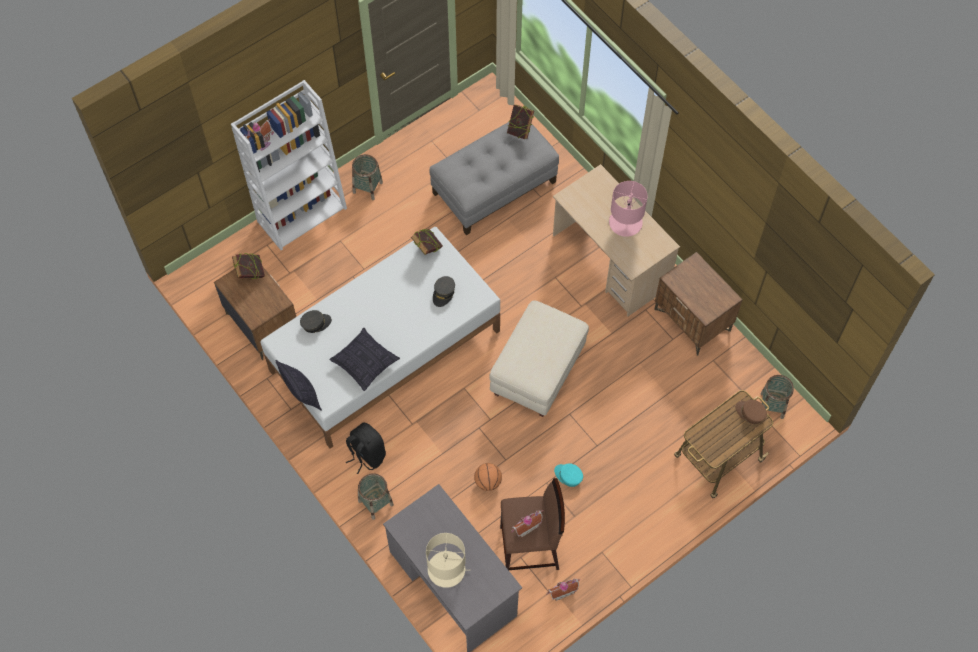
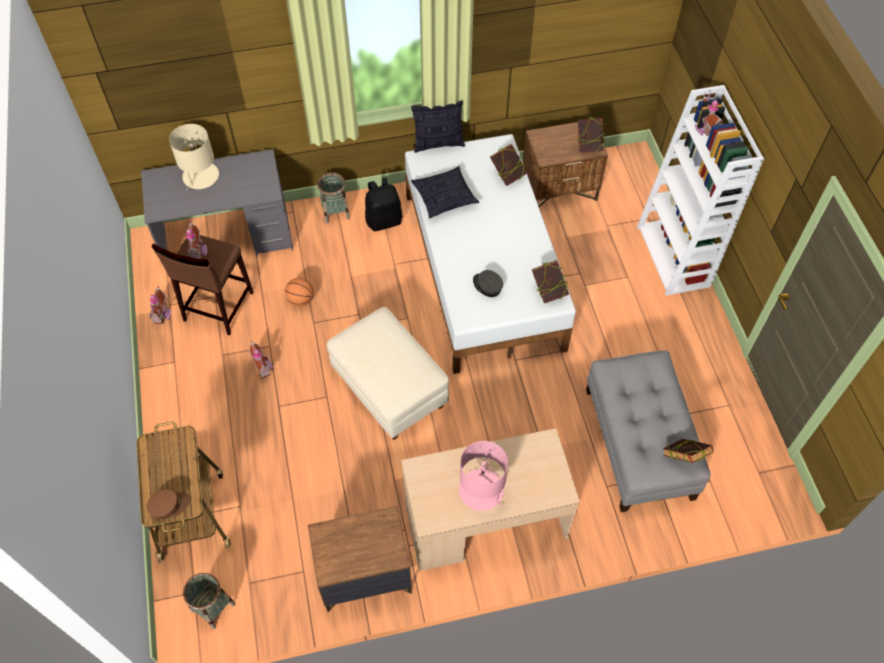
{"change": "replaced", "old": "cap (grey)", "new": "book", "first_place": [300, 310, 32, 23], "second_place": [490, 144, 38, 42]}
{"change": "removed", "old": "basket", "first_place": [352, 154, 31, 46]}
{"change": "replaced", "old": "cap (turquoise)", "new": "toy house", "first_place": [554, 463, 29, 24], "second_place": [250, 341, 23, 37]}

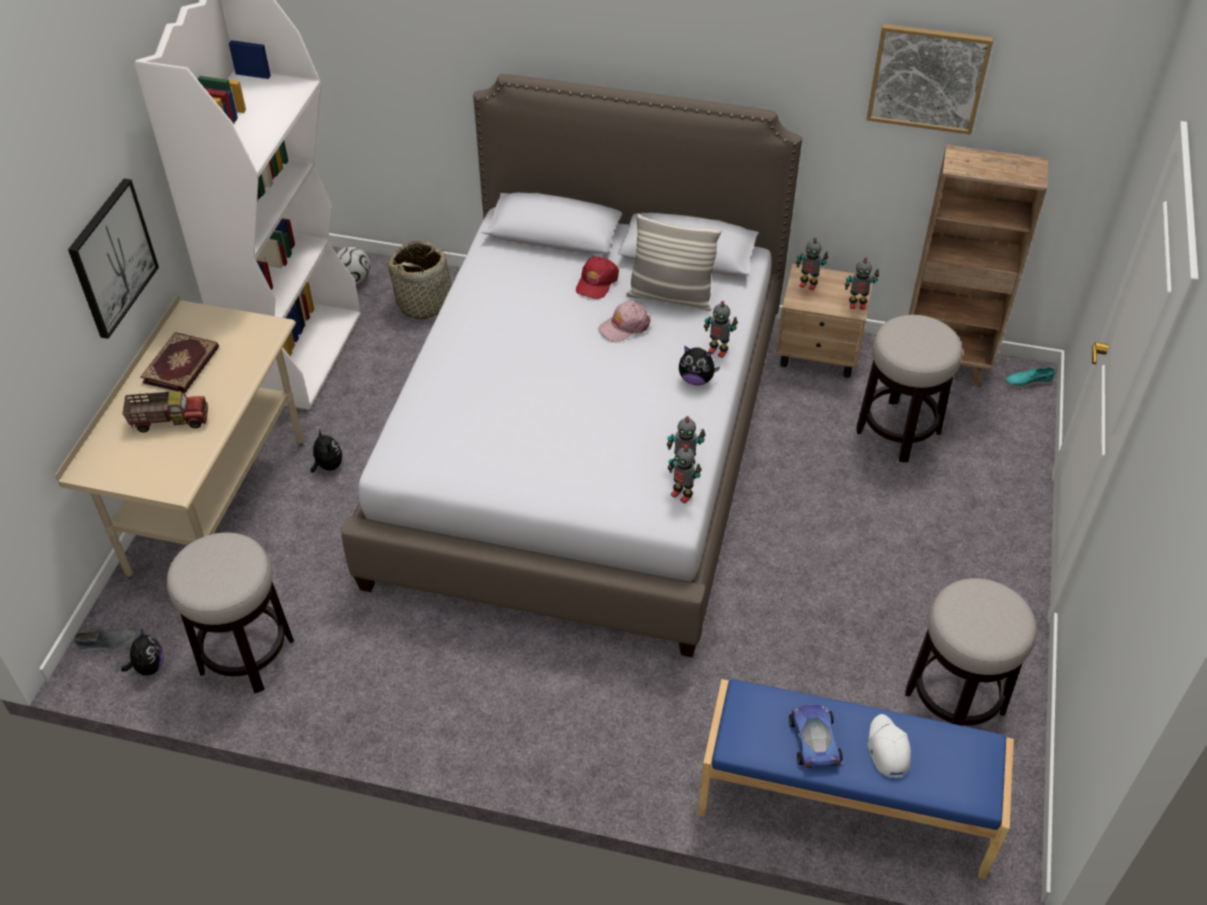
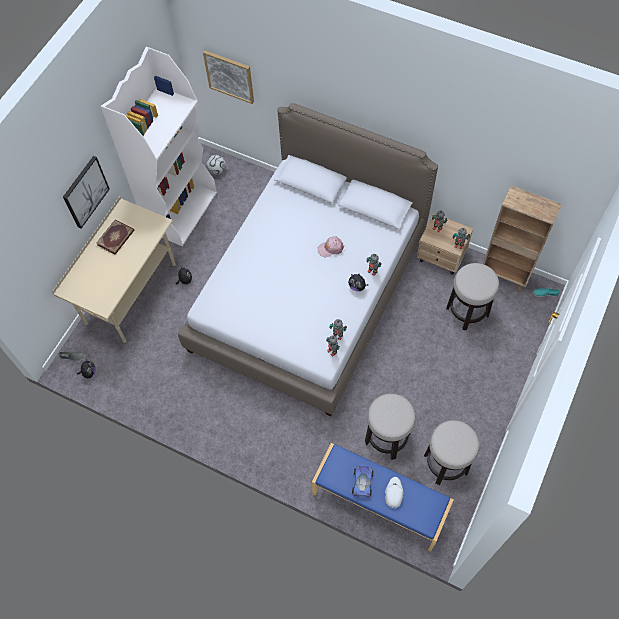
{"change": "removed", "old": "toy truck", "first_place": [122, 391, 86, 42]}
{"change": "moved", "old": "stool", "first_place": [167, 532, 127, 161], "second_place": [365, 393, 51, 67]}
{"change": "removed", "old": "basket", "first_place": [388, 240, 71, 79]}
{"change": "removed", "old": "cap (red)", "first_place": [576, 257, 43, 42]}
{"change": "removed", "old": "pillow", "first_place": [626, 214, 96, 97]}
{"change": "moved", "old": "picture", "first_place": [866, 24, 127, 111], "second_place": [203, 50, 51, 54]}

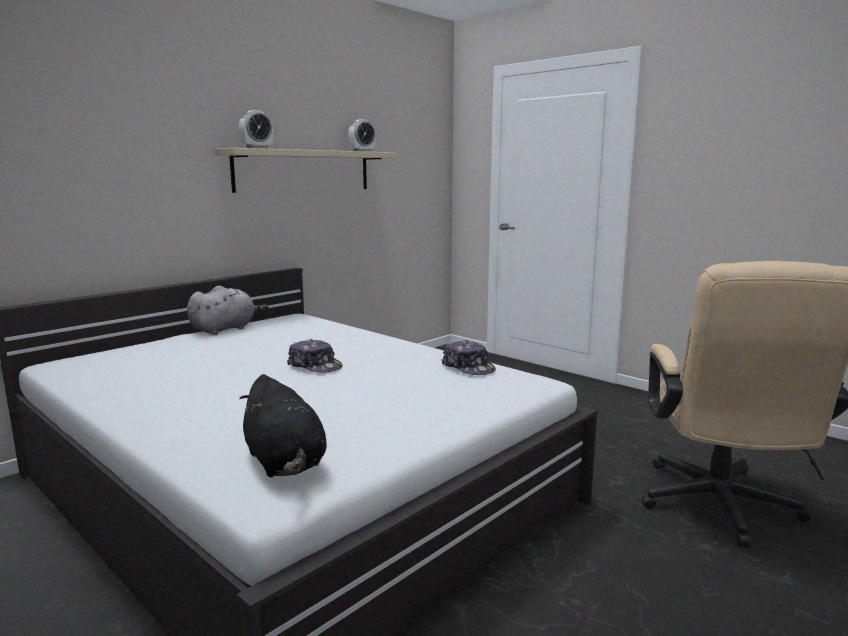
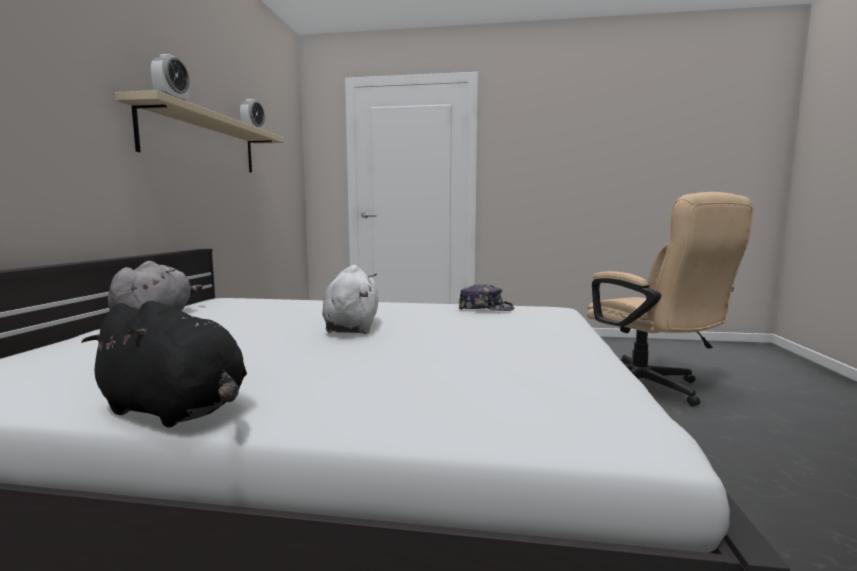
{"change": "moved", "old": "plush toy (black)", "first_place": [239, 374, 88, 104], "second_place": [81, 301, 166, 126]}
{"change": "replaced", "old": "cap", "new": "plush toy (white)", "first_place": [287, 339, 56, 34], "second_place": [322, 265, 56, 69]}

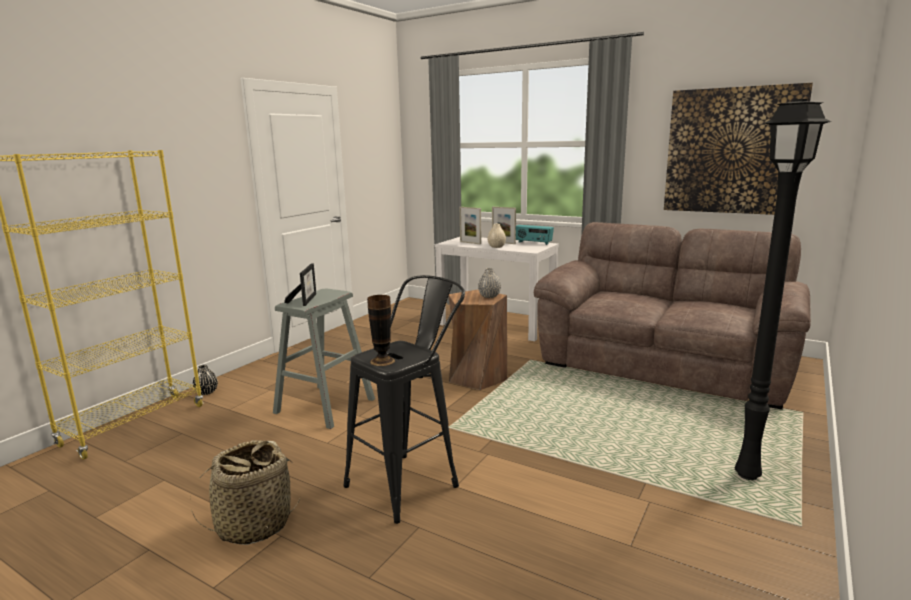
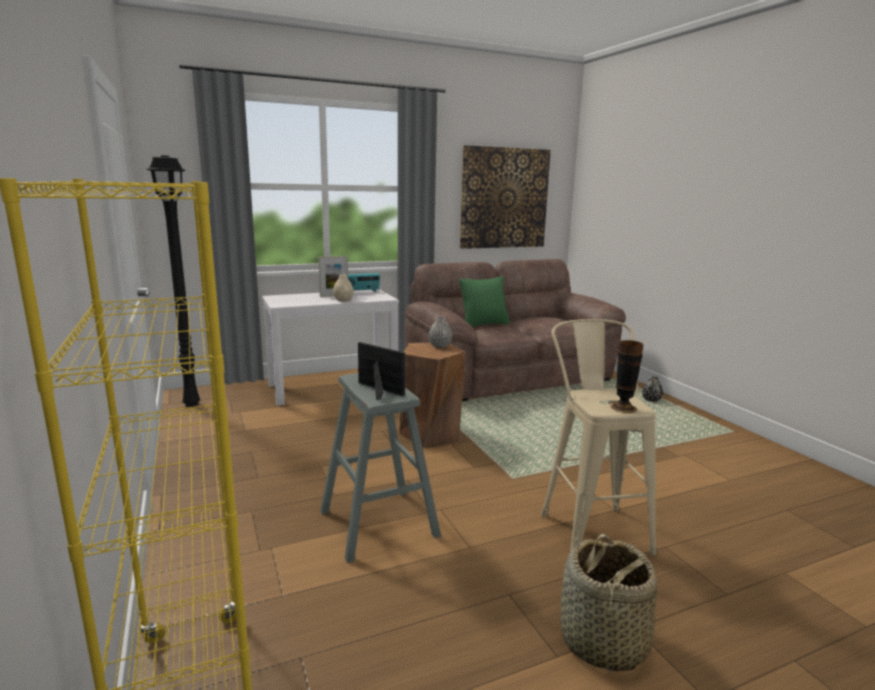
{"change": "moved", "old": "vase (black)", "first_place": [193, 365, 25, 30], "second_place": [642, 376, 21, 26]}
{"change": "recoloured", "old": "stool (black)", "new": "stool (beige)", "first_place": [344, 275, 121, 249], "second_place": [541, 319, 116, 237]}
{"change": "removed", "old": "picture frame", "first_place": [460, 207, 21, 37]}
{"change": "moved", "old": "floor lamp (black)", "first_place": [735, 99, 96, 381], "second_place": [146, 156, 54, 251]}
{"change": "added", "new": "pillow (green)", "second_place": [459, 276, 51, 51]}

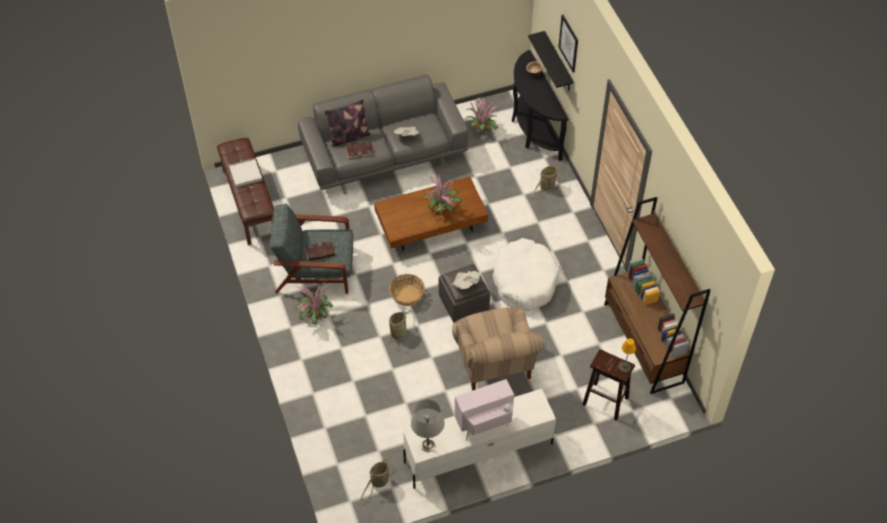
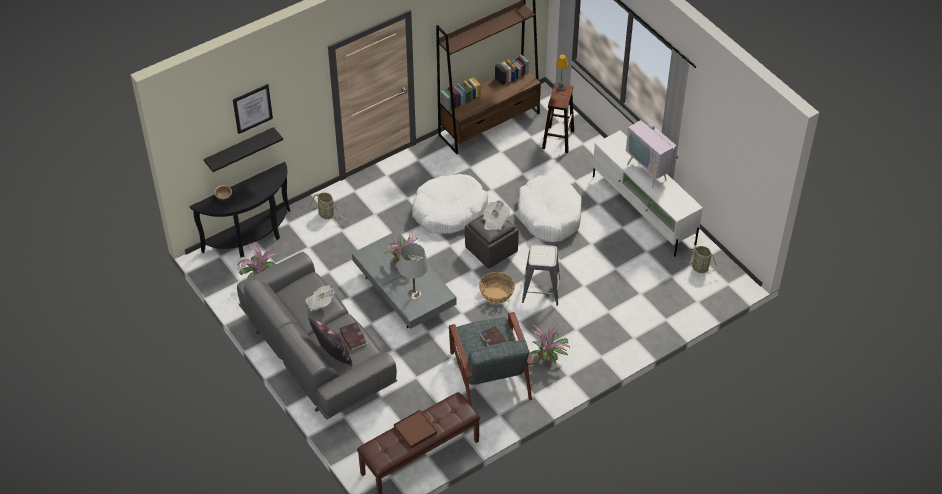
{"change": "recoloured", "old": "tray (white)", "new": "tray (brown)", "first_place": [229, 158, 33, 29], "second_place": [394, 410, 43, 38]}
{"change": "recoloured", "old": "coffee table (brown)", "new": "coffee table (grey)", "first_place": [374, 176, 114, 75], "second_place": [352, 230, 105, 99]}
{"change": "replaced", "old": "basket", "new": "stool (grey)", "first_place": [388, 311, 23, 36], "second_place": [522, 244, 38, 62]}
{"change": "moved", "old": "table lamp (grey)", "first_place": [411, 399, 34, 53], "second_place": [398, 243, 31, 56]}
{"change": "replaced", "old": "armchair (beige)", "new": "dog bed (white)", "first_place": [452, 308, 91, 83], "second_place": [518, 175, 64, 67]}

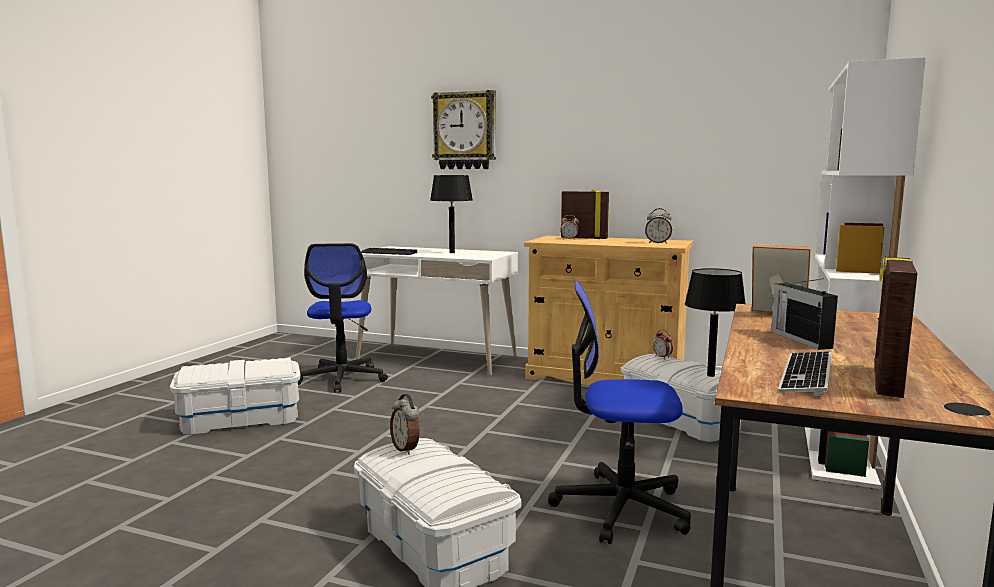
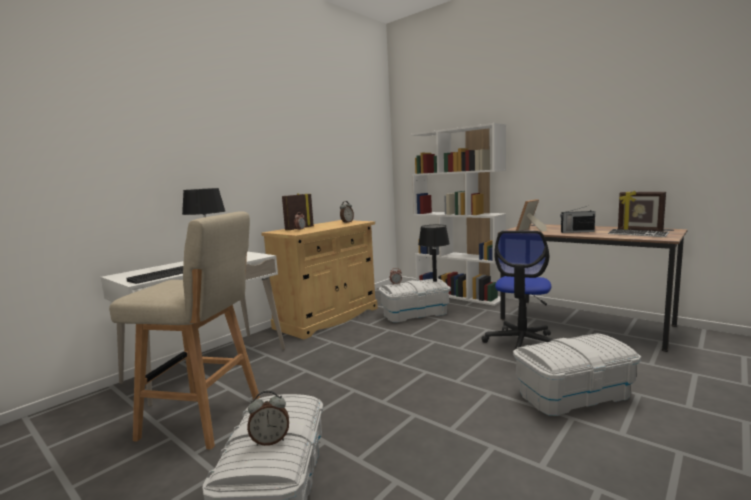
{"change": "replaced", "old": "office chair", "new": "stool (beige)", "first_place": [298, 243, 90, 150], "second_place": [109, 211, 151, 239]}
{"change": "moved", "old": "alarm clock", "first_place": [390, 394, 30, 61], "second_place": [247, 390, 42, 56]}
{"change": "removed", "old": "wall clock", "first_place": [431, 90, 65, 79]}

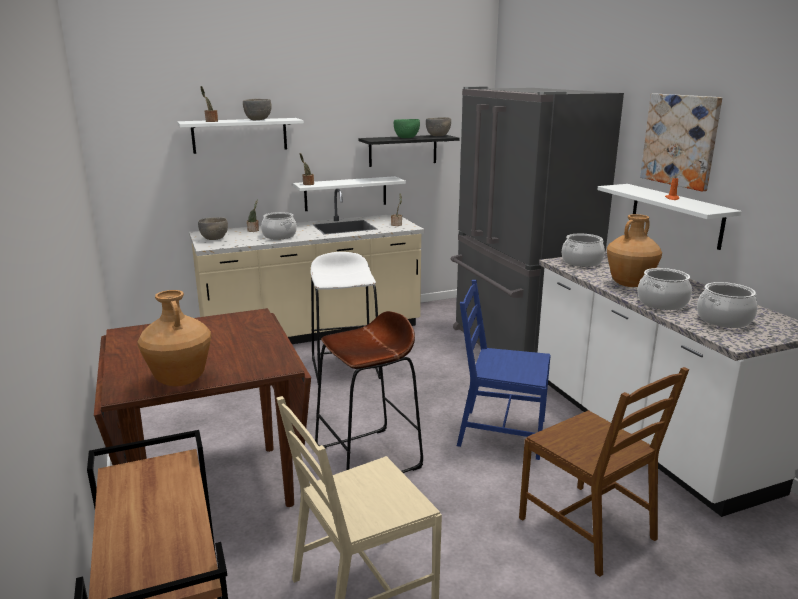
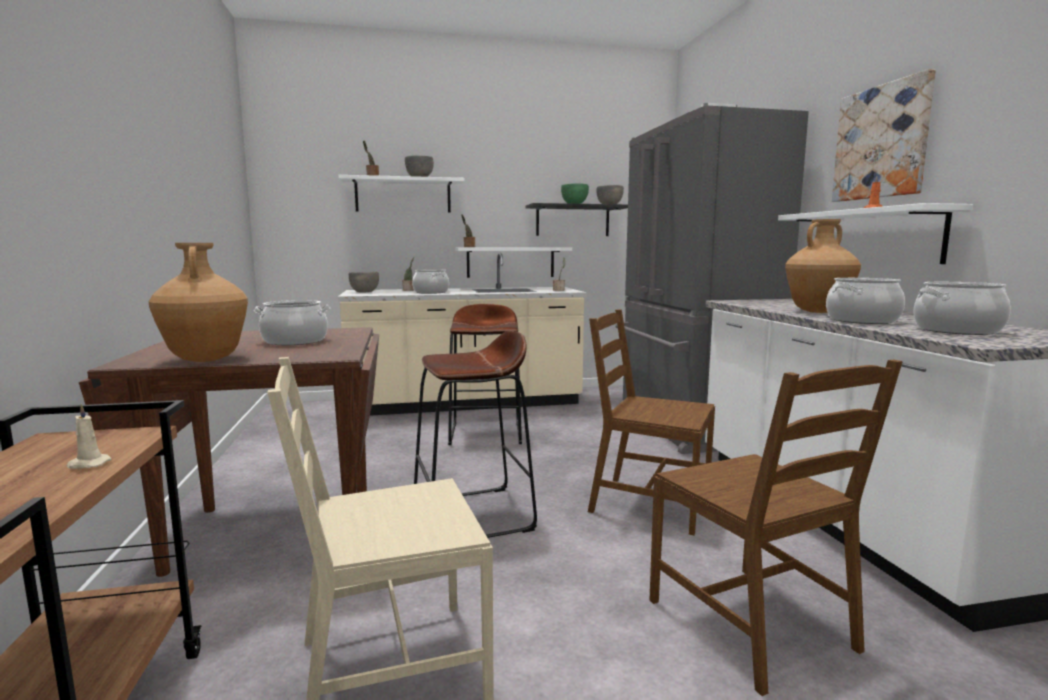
{"change": "recoloured", "old": "stool (white)", "new": "stool (brown)", "first_place": [311, 252, 70, 131], "second_place": [448, 304, 74, 141]}
{"change": "recoloured", "old": "chair (blue)", "new": "chair (brown)", "first_place": [457, 280, 94, 180], "second_place": [588, 310, 127, 225]}
{"change": "moved", "old": "cooking pot", "first_place": [562, 234, 43, 33], "second_place": [254, 300, 77, 45]}
{"change": "added", "new": "candle (beige)", "second_place": [66, 404, 45, 65]}

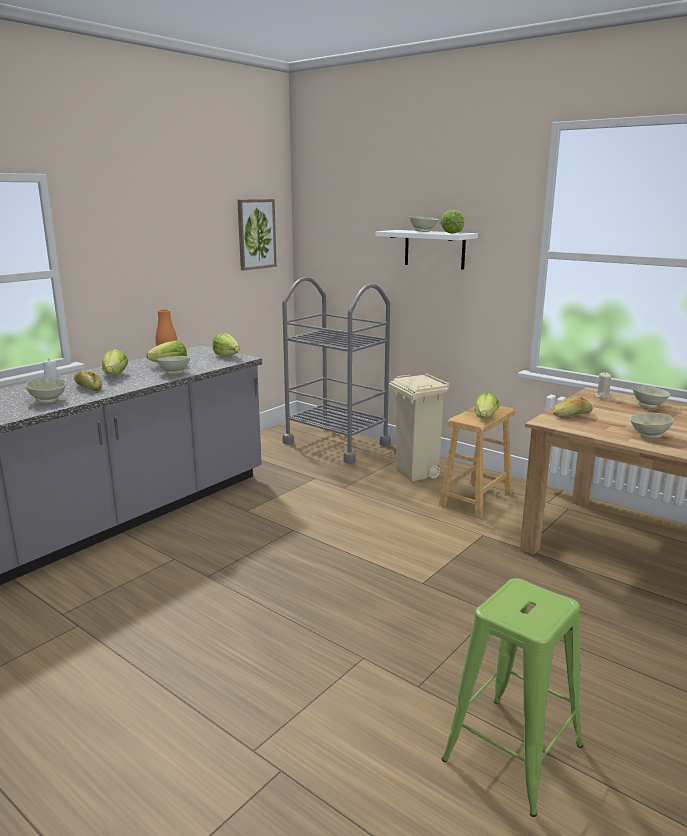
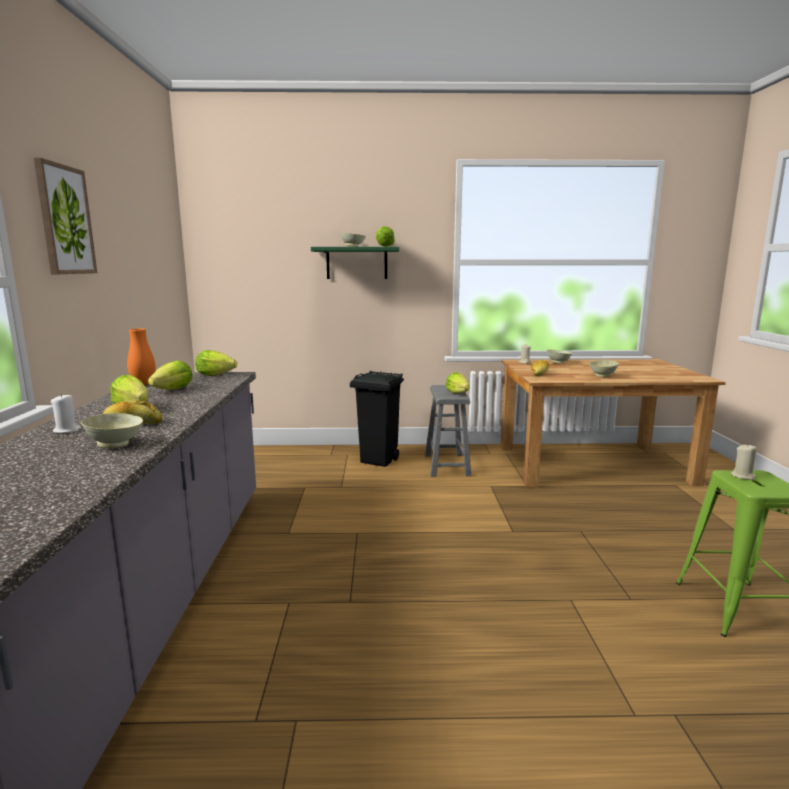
{"change": "removed", "old": "bowl (beige)", "first_place": [156, 356, 34, 18]}
{"change": "moved", "old": "picture", "first_place": [237, 199, 40, 71], "second_place": [34, 158, 63, 116]}
{"change": "removed", "old": "cart (grey)", "first_place": [282, 277, 109, 187]}
{"change": "recoloured", "old": "shelf (white)", "new": "shelf (green)", "first_place": [376, 230, 102, 40], "second_place": [311, 247, 88, 32]}
{"change": "recoloured", "old": "trash can (beige)", "new": "trash can (black)", "first_place": [389, 373, 61, 109], "second_place": [350, 371, 54, 96]}
{"change": "recoloured", "old": "stool (brown)", "new": "stool (grey)", "first_place": [439, 406, 76, 112], "second_place": [425, 385, 46, 92]}
{"change": "added", "new": "candle (beige)", "second_place": [731, 445, 26, 35]}

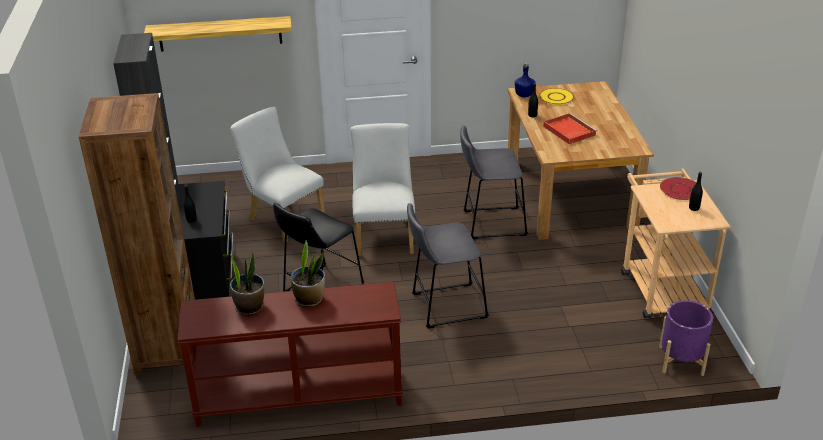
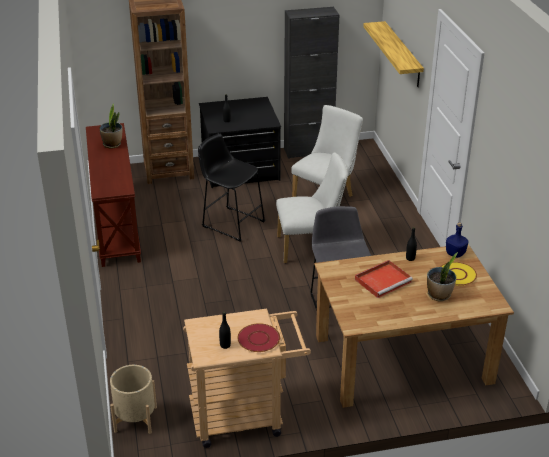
{"change": "moved", "old": "potted plant", "first_place": [291, 240, 34, 67], "second_place": [427, 252, 31, 49]}
{"change": "removed", "old": "stool (grey)", "first_place": [407, 203, 82, 125]}
{"change": "recoloured", "old": "planter (purple)", "new": "planter (beige)", "first_place": [659, 300, 54, 76], "second_place": [110, 365, 47, 69]}

